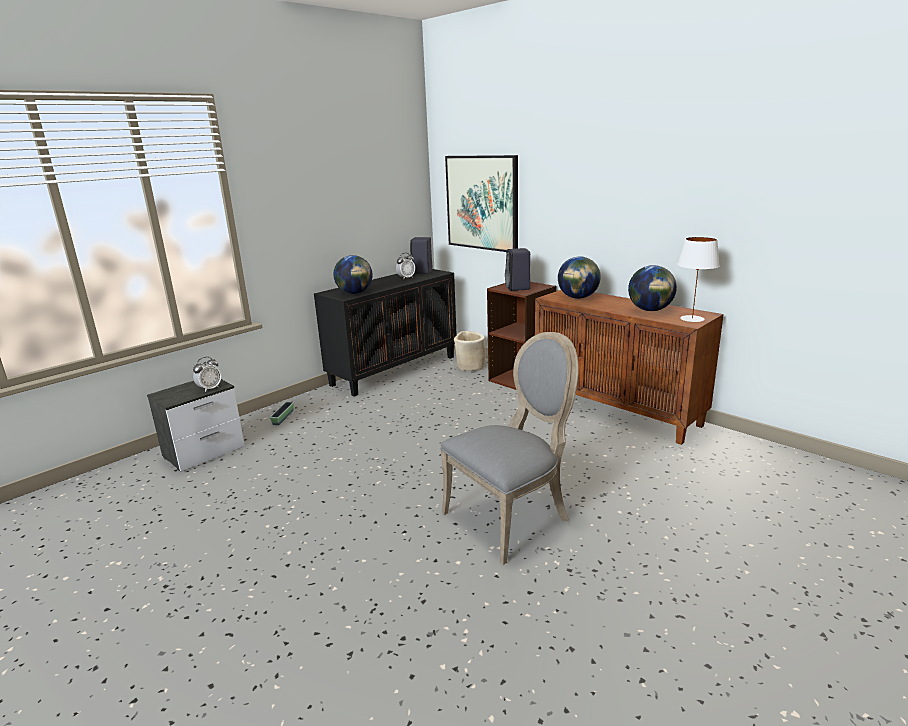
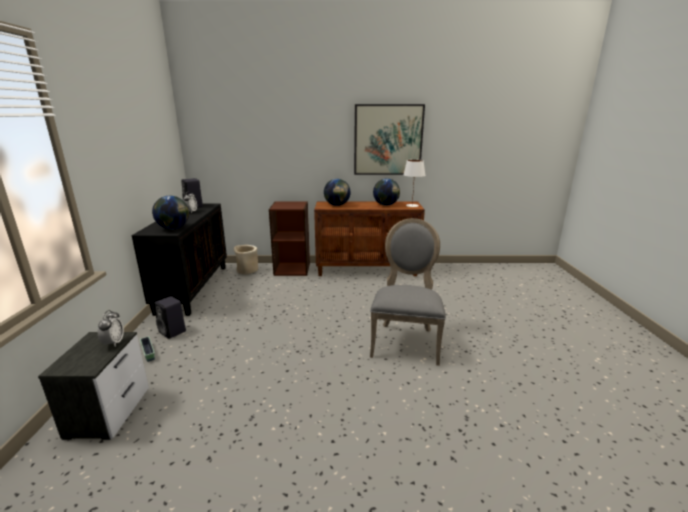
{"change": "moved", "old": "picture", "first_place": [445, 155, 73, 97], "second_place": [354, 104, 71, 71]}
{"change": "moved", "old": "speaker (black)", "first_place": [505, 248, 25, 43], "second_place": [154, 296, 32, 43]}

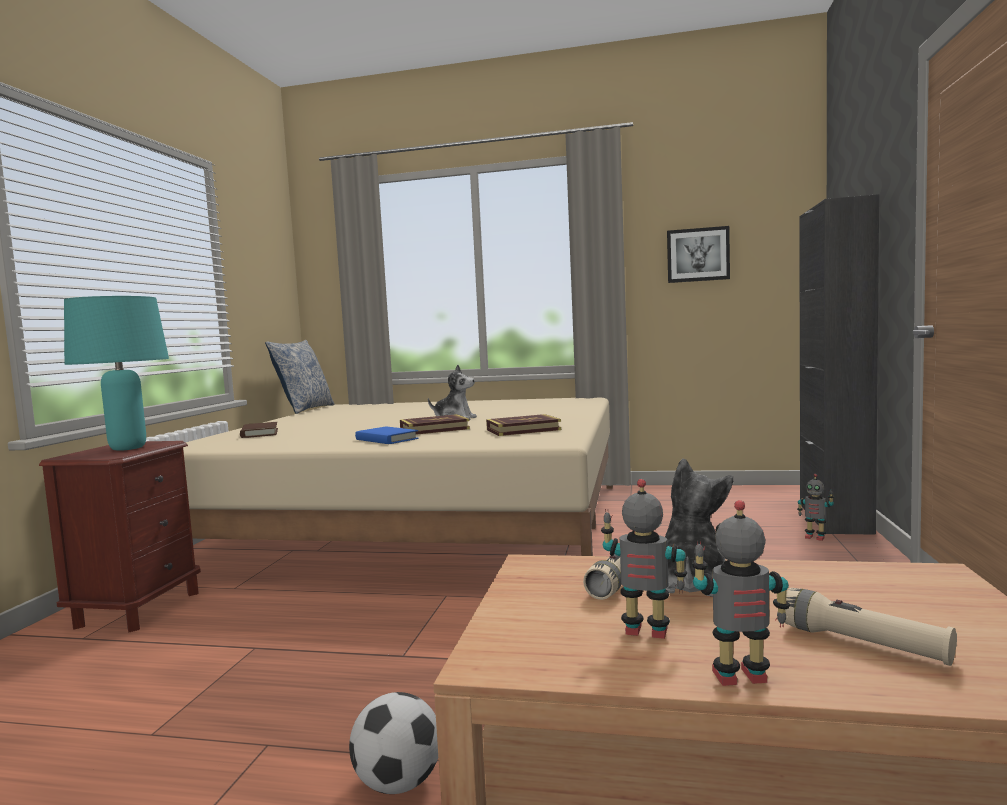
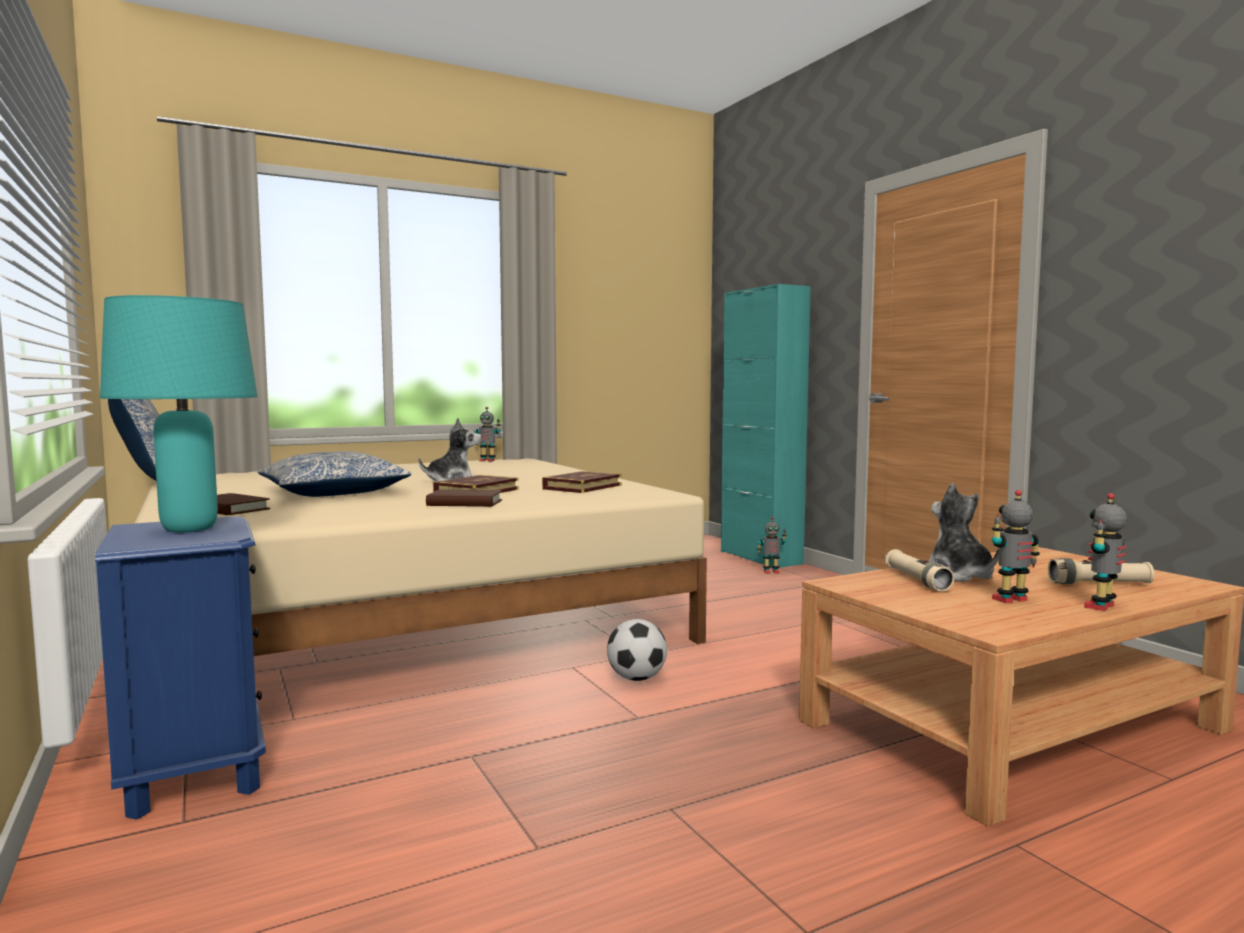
{"change": "recoloured", "old": "nightstand (brown)", "new": "nightstand (blue)", "first_place": [39, 441, 162, 191], "second_place": [95, 517, 171, 303]}
{"change": "moved", "old": "football", "first_place": [349, 692, 89, 102], "second_place": [607, 619, 60, 62]}
{"change": "recoloured", "old": "book (blue)", "new": "book (brown)", "first_place": [355, 426, 64, 18], "second_place": [426, 489, 76, 18]}
{"change": "removed", "old": "picture", "first_place": [667, 226, 63, 57]}
{"change": "recoloured", "old": "cabinet (black)", "new": "cabinet (turquoise)", "first_place": [799, 194, 80, 341], "second_place": [721, 284, 90, 285]}
{"change": "added", "new": "pillow", "second_place": [258, 451, 153, 46]}
{"change": "added", "new": "toy robot", "second_place": [474, 407, 27, 54]}

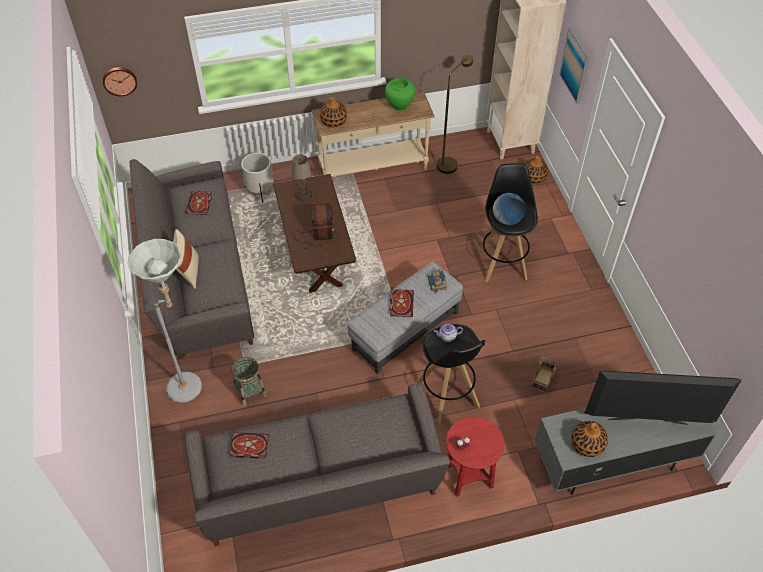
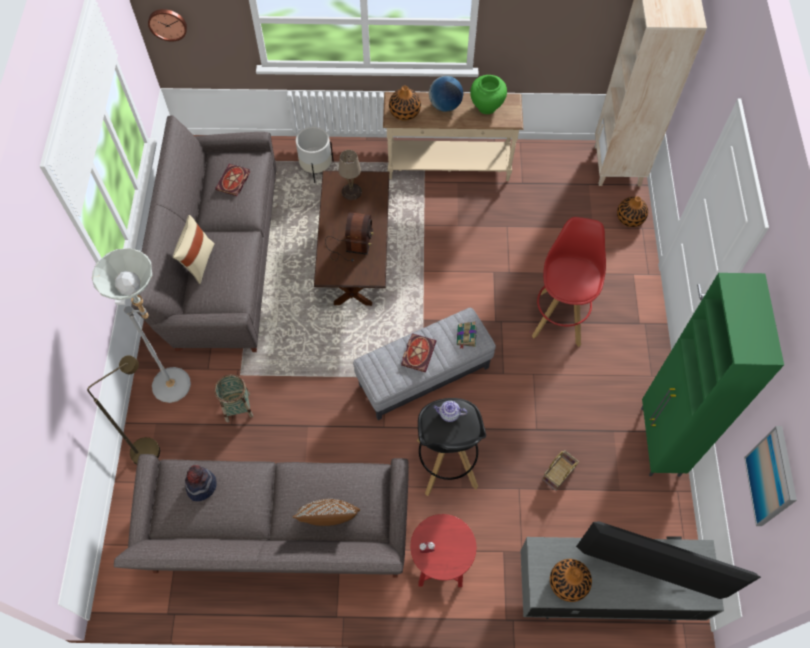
{"change": "replaced", "old": "book", "new": "hat", "first_place": [229, 432, 40, 26], "second_place": [185, 465, 32, 36]}
{"change": "moved", "old": "floor lamp (brown)", "first_place": [437, 54, 36, 120], "second_place": [87, 355, 73, 110]}
{"change": "recoloured", "old": "stool (black)", "new": "stool (red)", "first_place": [480, 163, 58, 120], "second_place": [532, 217, 74, 130]}
{"change": "moved", "old": "globe", "first_place": [493, 193, 33, 32], "second_place": [429, 76, 34, 36]}
{"change": "moved", "old": "picture", "first_place": [559, 28, 31, 76], "second_place": [744, 426, 53, 100]}
{"change": "added", "new": "pillow (brown)", "second_place": [292, 499, 68, 27]}
{"change": "added", "new": "cabinet (green)", "second_place": [641, 273, 143, 204]}

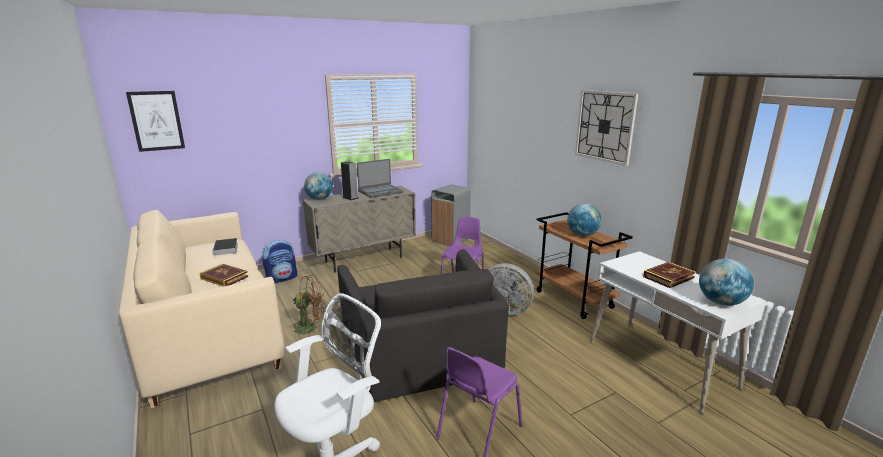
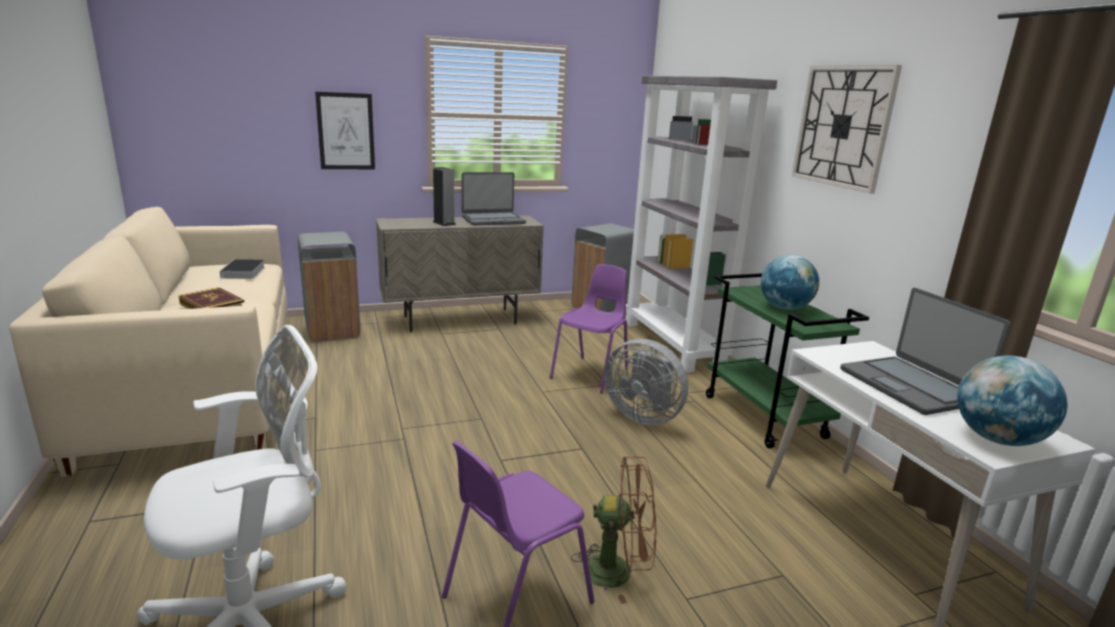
{"change": "moved", "old": "picture", "first_place": [126, 91, 59, 61], "second_place": [315, 92, 60, 77]}
{"change": "replaced", "old": "backpack", "new": "trash can (grey)", "first_place": [262, 239, 35, 44], "second_place": [298, 232, 63, 111]}
{"change": "moved", "old": "fan (brown)", "first_place": [290, 275, 34, 62], "second_place": [571, 456, 85, 148]}
{"change": "removed", "old": "globe", "first_place": [304, 172, 29, 28]}
{"change": "removed", "old": "armchair (black)", "first_place": [337, 249, 172, 153]}
{"change": "recoloured", "old": "cart (brown)", "new": "cart (green)", "first_place": [535, 212, 98, 107], "second_place": [706, 273, 163, 175]}
{"change": "replaced", "old": "book", "new": "laptop", "first_place": [643, 262, 53, 26], "second_place": [840, 288, 171, 127]}
{"change": "added", "new": "bookcase (grey)", "second_place": [626, 76, 151, 297]}

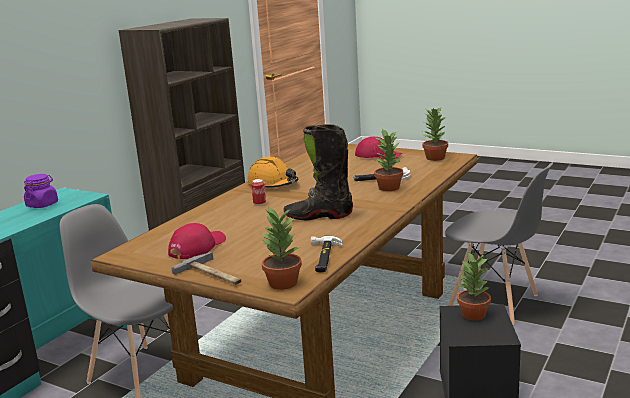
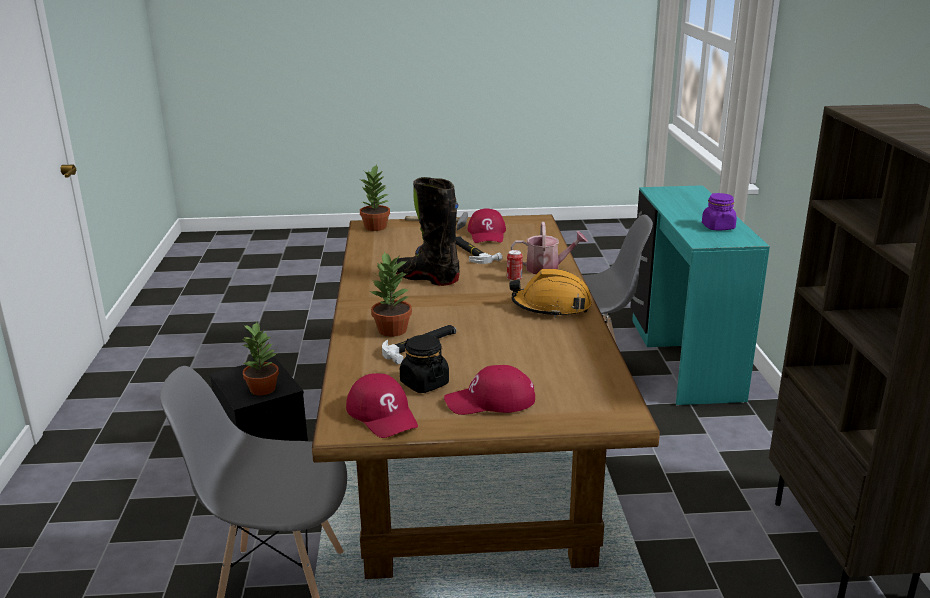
{"change": "turned", "old": "boot (black)", "first_place": [284, 124, 69, 96], "second_place": [395, 177, 65, 109], "degrees": -120}
{"change": "moved", "old": "hammer", "first_place": [311, 236, 32, 36], "second_place": [456, 236, 46, 28]}
{"change": "replaced", "old": "potted plant", "new": "cap (red)", "first_place": [421, 108, 27, 53], "second_place": [346, 373, 72, 65]}
{"change": "added", "new": "jar (black)", "second_place": [400, 335, 49, 58]}
{"change": "added", "new": "watering can", "second_place": [511, 222, 77, 52]}

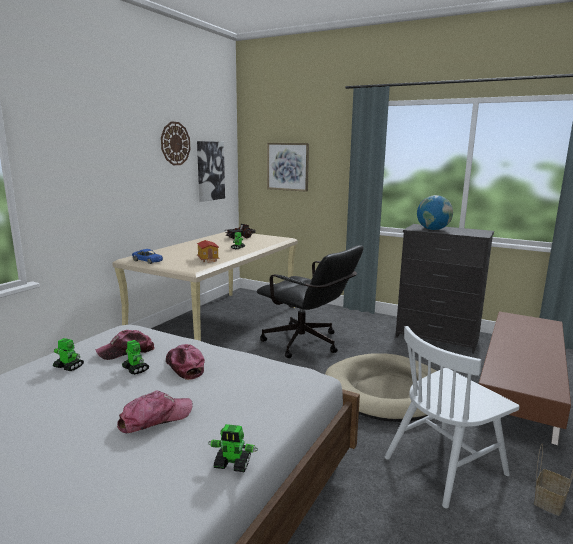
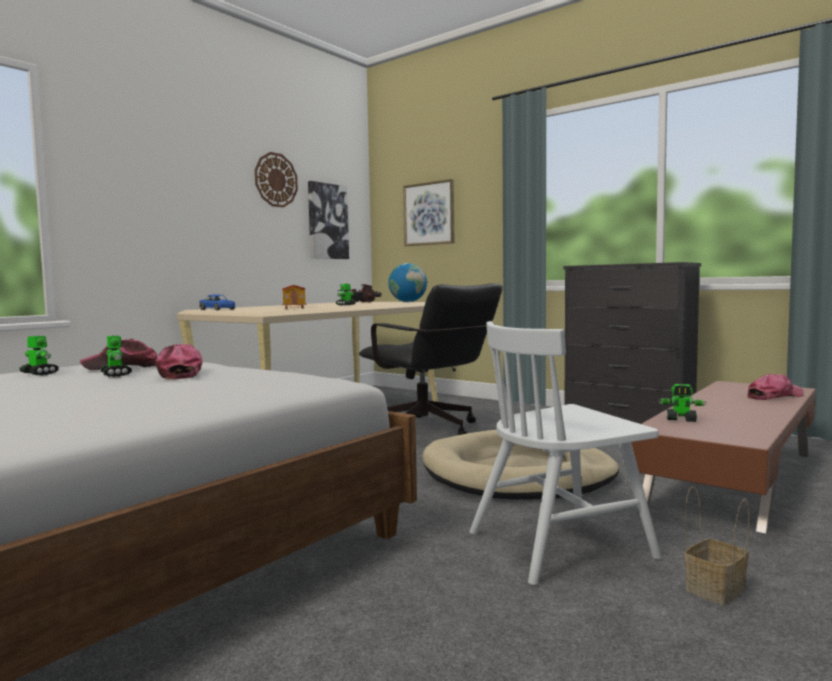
{"change": "moved", "old": "cap", "first_place": [117, 391, 76, 42], "second_place": [747, 373, 57, 27]}
{"change": "moved", "old": "toy robot", "first_place": [208, 424, 50, 48], "second_place": [658, 384, 49, 38]}
{"change": "moved", "old": "globe", "first_place": [417, 195, 36, 35], "second_place": [388, 263, 39, 39]}

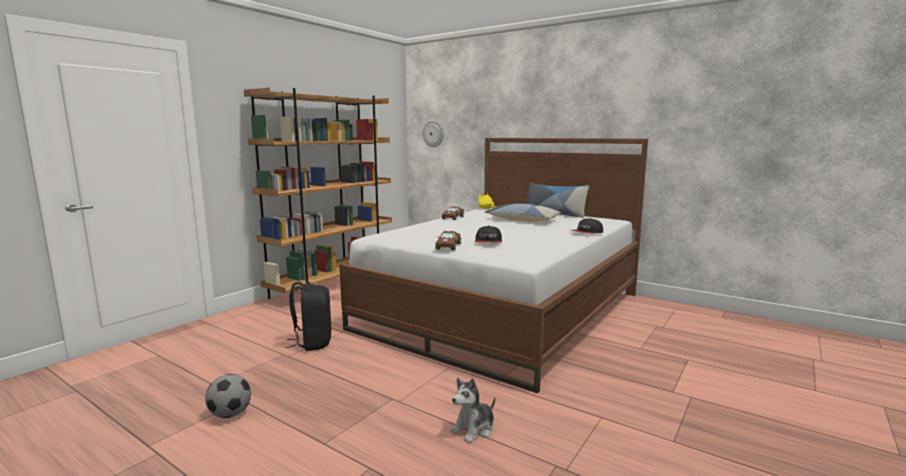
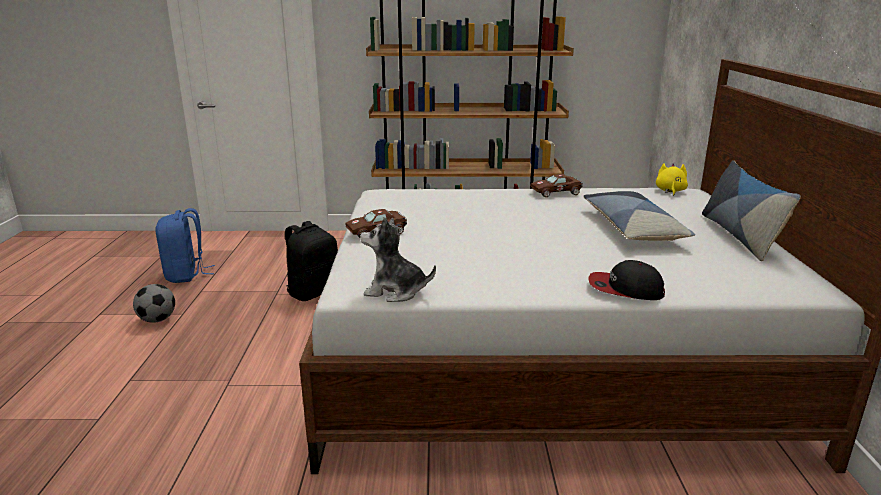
{"change": "removed", "old": "wall clock", "first_place": [422, 120, 22, 27]}
{"change": "moved", "old": "plush toy", "first_place": [451, 378, 44, 65], "second_place": [360, 217, 76, 85]}
{"change": "removed", "old": "cap", "first_place": [475, 226, 27, 17]}
{"change": "added", "new": "backpack (blue)", "second_place": [155, 208, 60, 75]}

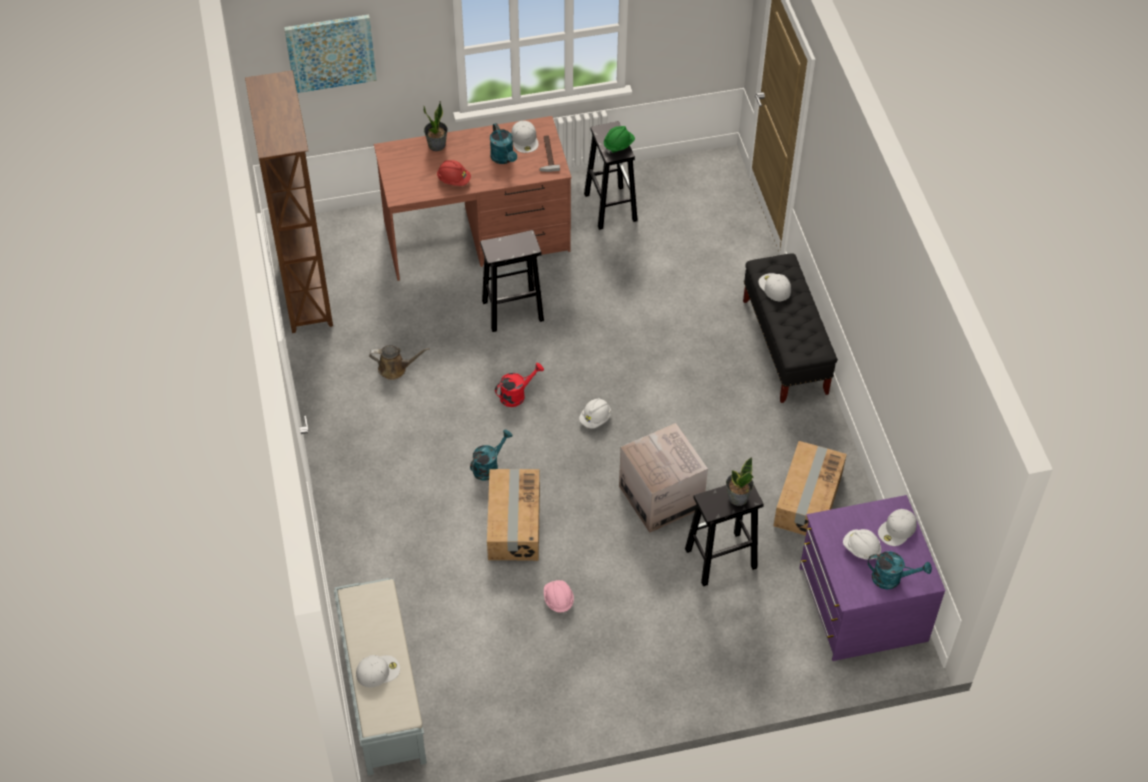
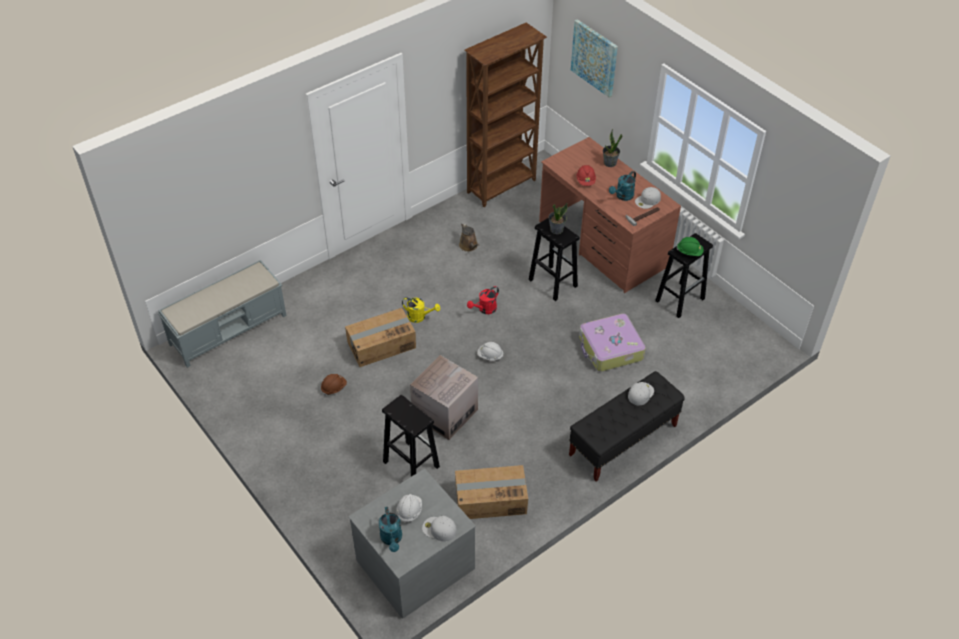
{"change": "removed", "old": "cap (white)", "first_place": [356, 655, 44, 32]}
{"change": "recoloured", "old": "watering can (turquoise)", "new": "watering can (yellow)", "first_place": [470, 430, 43, 51], "second_place": [402, 297, 38, 26]}
{"change": "turned", "old": "watering can (red)", "first_place": [495, 363, 49, 44], "second_place": [467, 286, 32, 28], "degrees": 105}
{"change": "recoloured", "old": "hard hat (pink)", "new": "hard hat (brown)", "first_place": [544, 580, 30, 35], "second_place": [321, 374, 26, 22]}
{"change": "moved", "old": "potted plant", "first_place": [726, 456, 28, 50], "second_place": [548, 203, 19, 31]}
{"change": "recoloured", "old": "dresser (purple)", "new": "dresser (grey)", "first_place": [800, 495, 146, 166], "second_place": [348, 468, 128, 151]}
{"change": "added", "new": "suitcase", "second_place": [579, 313, 67, 59]}

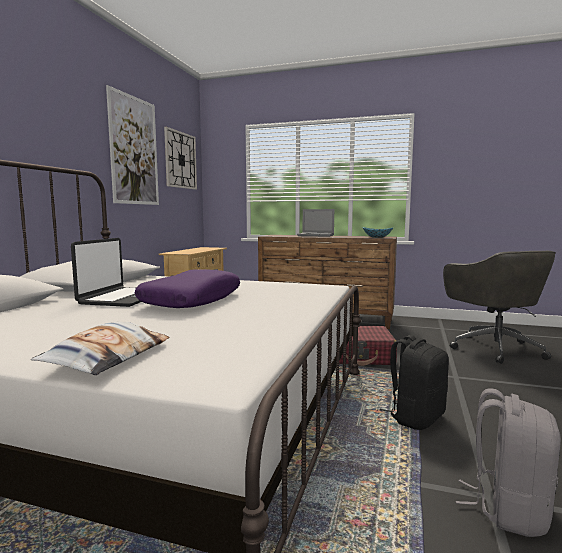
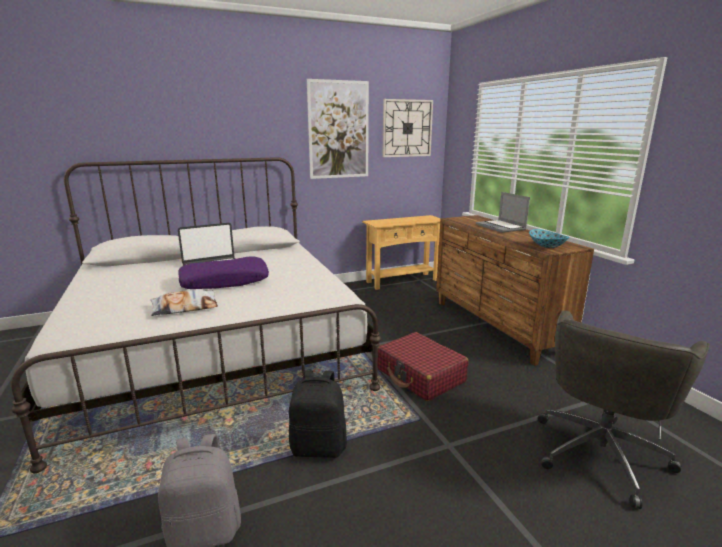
{"change": "moved", "old": "pillow", "first_place": [31, 322, 139, 53], "second_place": [150, 290, 68, 26]}

